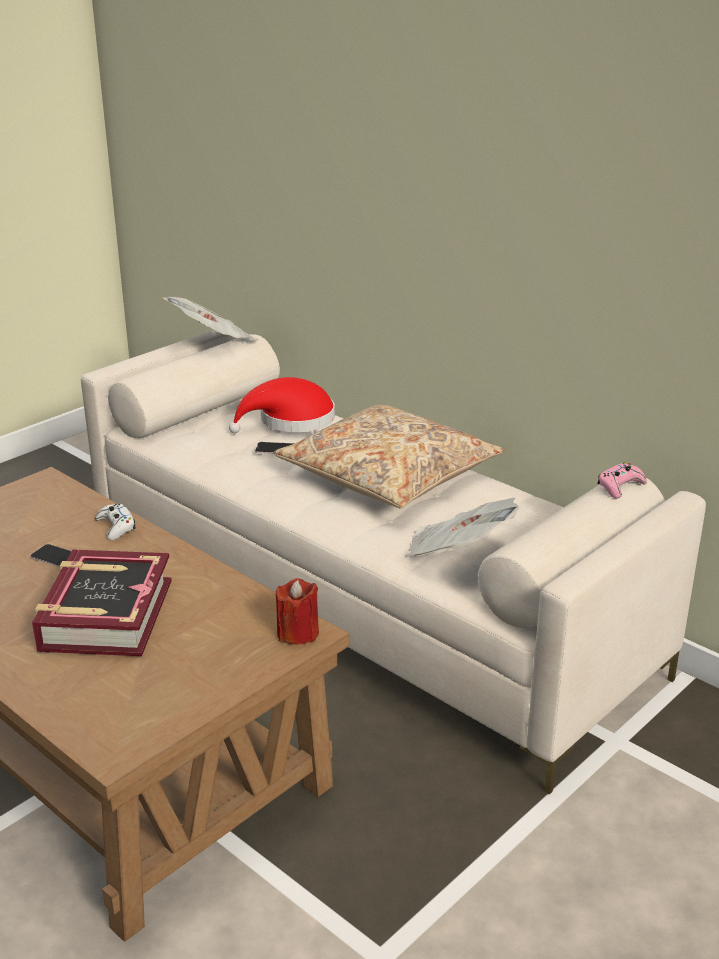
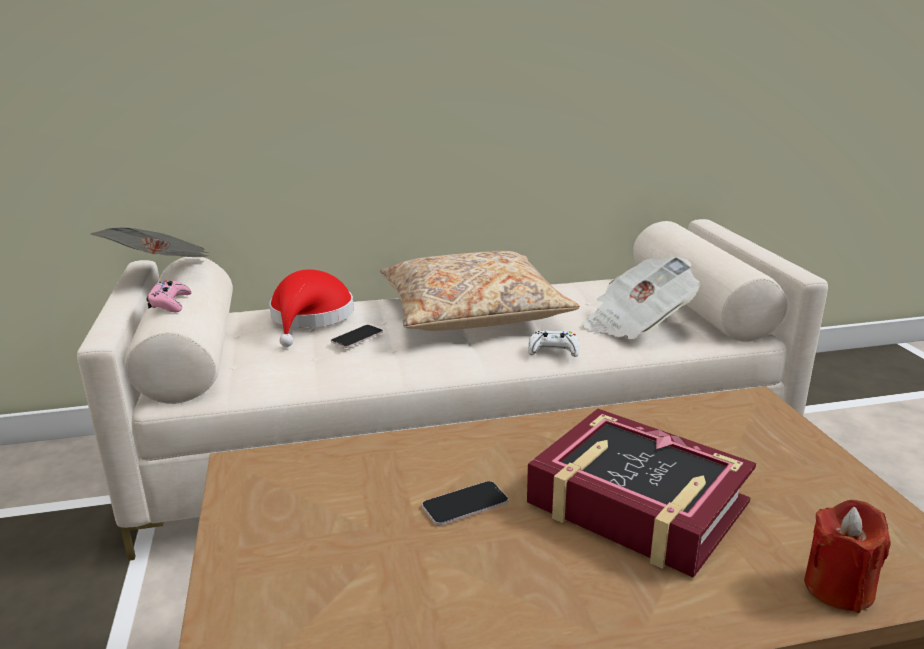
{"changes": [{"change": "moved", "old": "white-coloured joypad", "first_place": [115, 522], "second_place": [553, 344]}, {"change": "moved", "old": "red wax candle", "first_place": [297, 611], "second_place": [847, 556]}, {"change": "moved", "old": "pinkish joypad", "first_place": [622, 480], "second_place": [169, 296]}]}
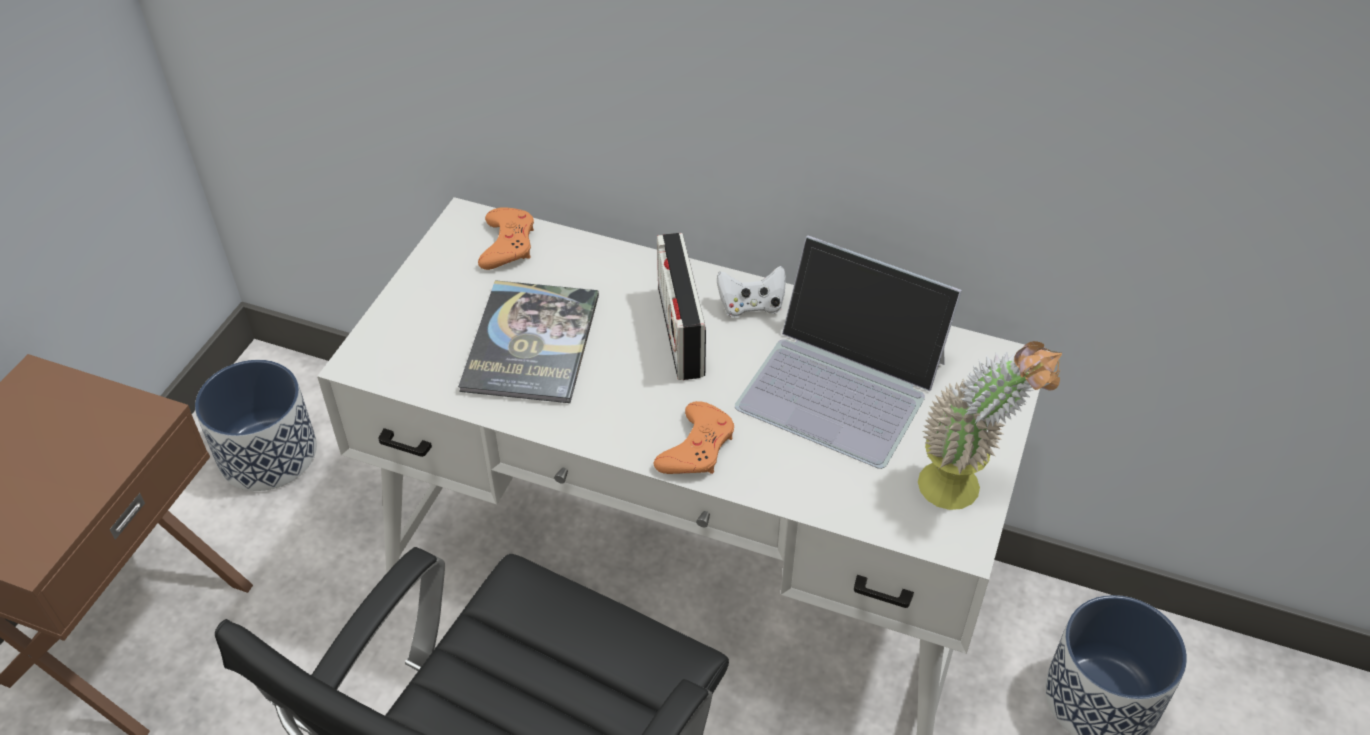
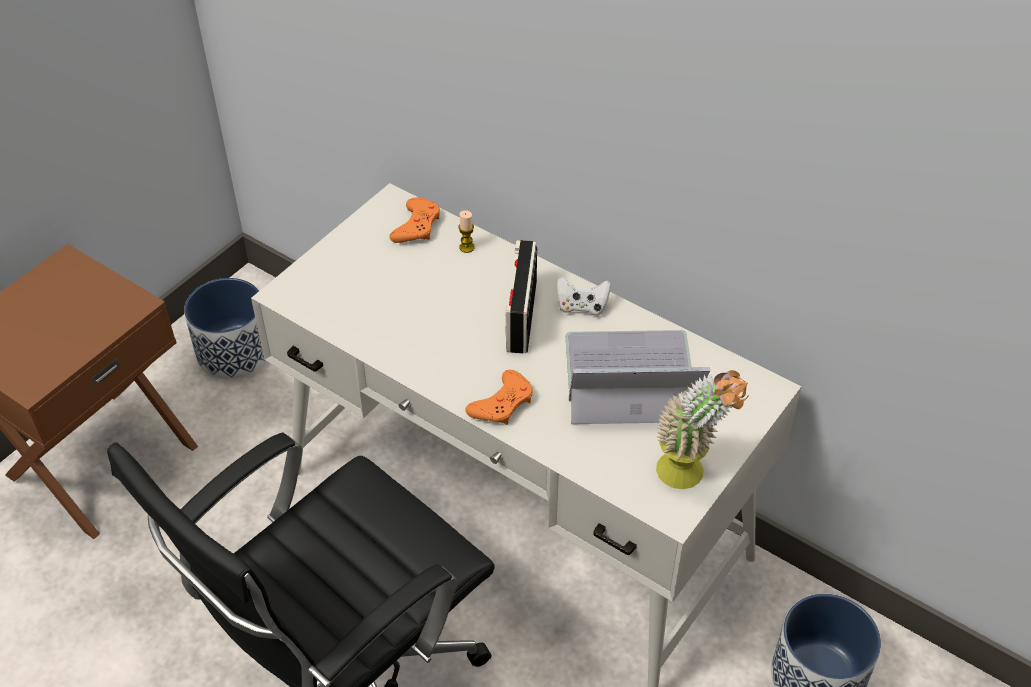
{"changes": [{"change": "removed", "old": "volume", "first_place": [528, 341]}, {"change": "turned", "old": "notebook computer", "first_place": [848, 352], "second_place": [637, 377], "degrees": 135}, {"change": "added", "new": "wax candle", "second_place": [466, 231]}]}
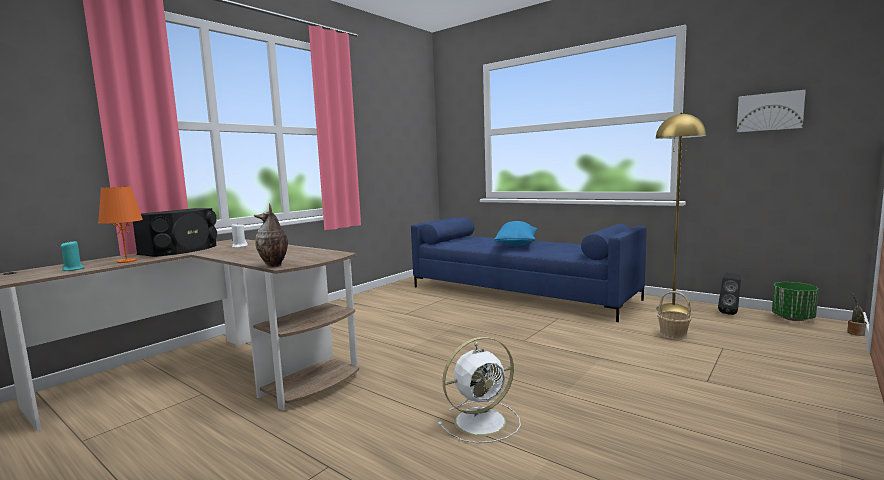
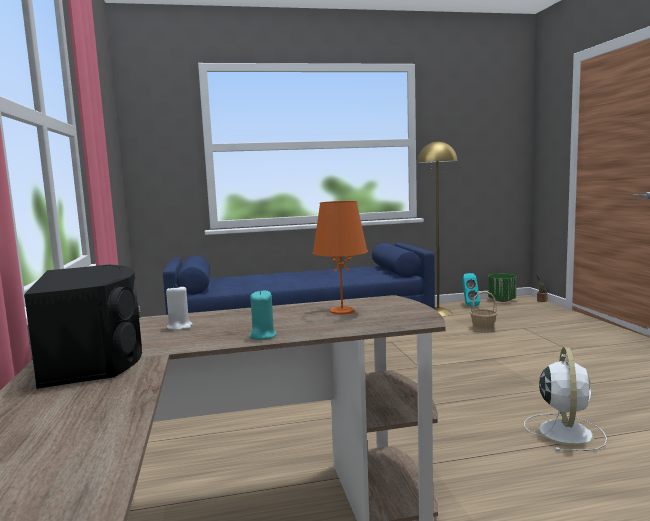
{"changes": [{"change": "moved", "old": "turquoise-coloured wax candle", "first_place": [73, 255], "second_place": [263, 315]}, {"change": "moved", "old": "orangey lamp for a table", "first_place": [120, 225], "second_place": [340, 258]}, {"change": "removed", "old": "flower vase", "first_place": [271, 236]}, {"change": "removed", "old": "blue-coloured throw pillow", "first_place": [515, 233]}, {"change": "recoloured", "old": "black speaker", "new": "turquoise-coloured speaker", "first_place": [729, 294], "second_place": [471, 290]}, {"change": "removed", "old": "picture", "first_place": [771, 110]}]}
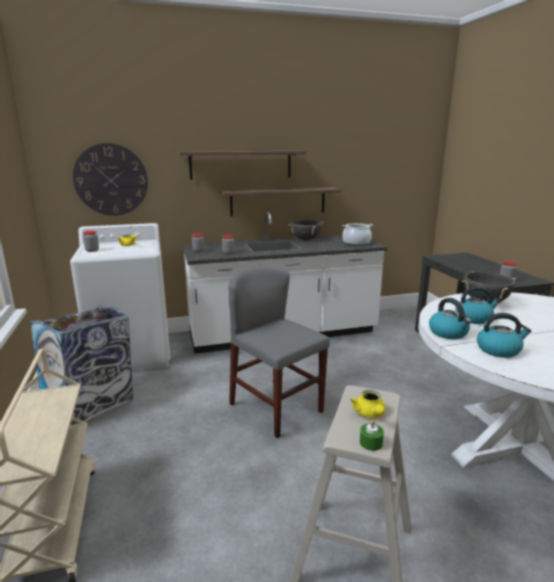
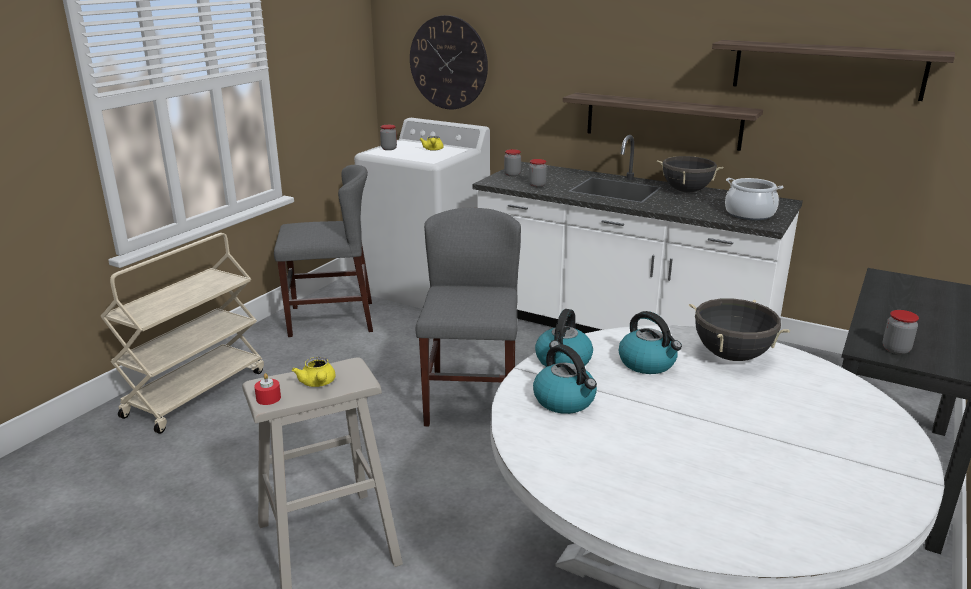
{"changes": [{"change": "replaced", "old": "rubbish bin", "new": "grey chair", "first_place": [81, 365], "second_place": [323, 251]}, {"change": "moved", "old": "wall shelf", "first_place": [242, 165], "second_place": [833, 70]}, {"change": "turned", "old": "yellowish tea pot", "first_place": [368, 404], "second_place": [314, 372], "degrees": -60}, {"change": "recoloured", "old": "greenish wax candle", "new": "red wax candle", "first_place": [372, 435], "second_place": [267, 389]}]}
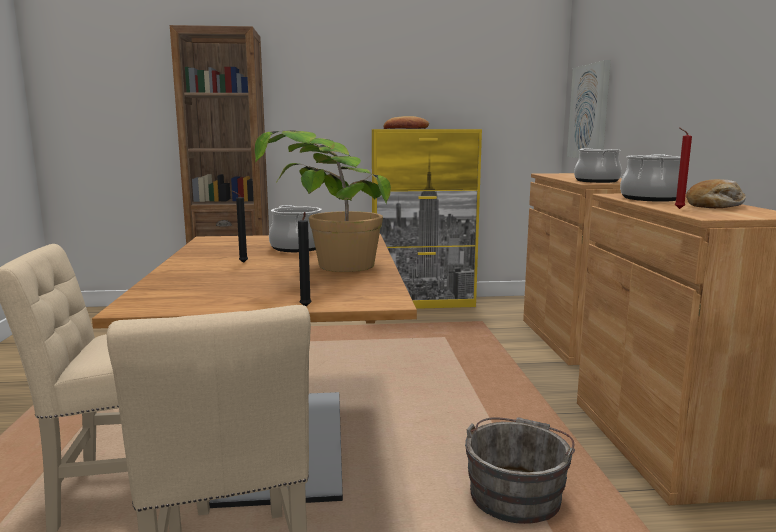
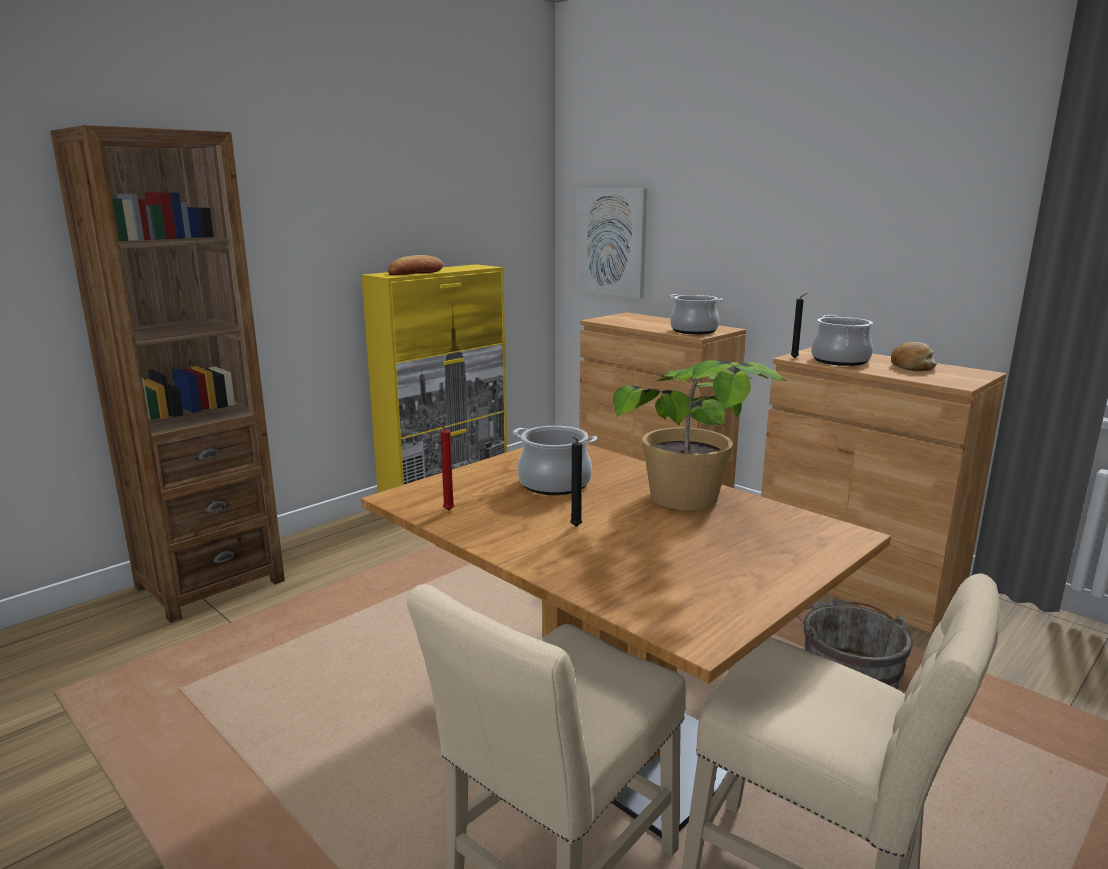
{"changes": [{"change": "moved", "old": "black wax candle", "first_place": [305, 259], "second_place": [799, 325]}, {"change": "moved", "old": "red wax candle", "first_place": [683, 168], "second_place": [445, 466]}]}
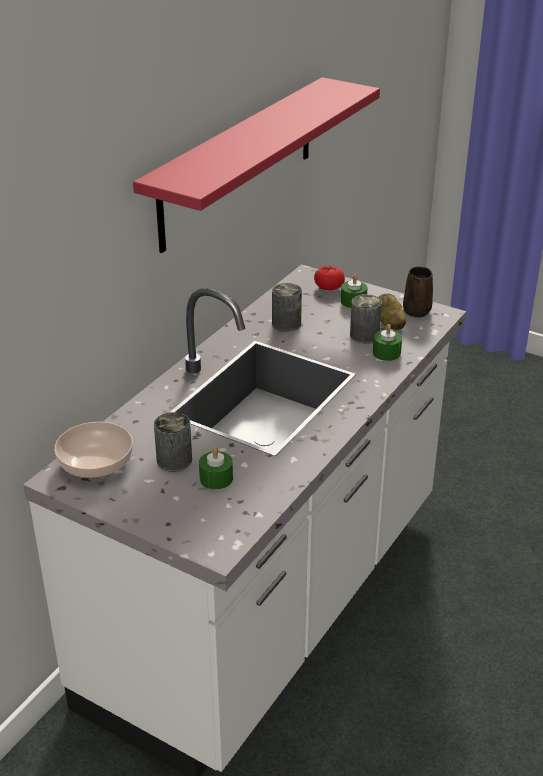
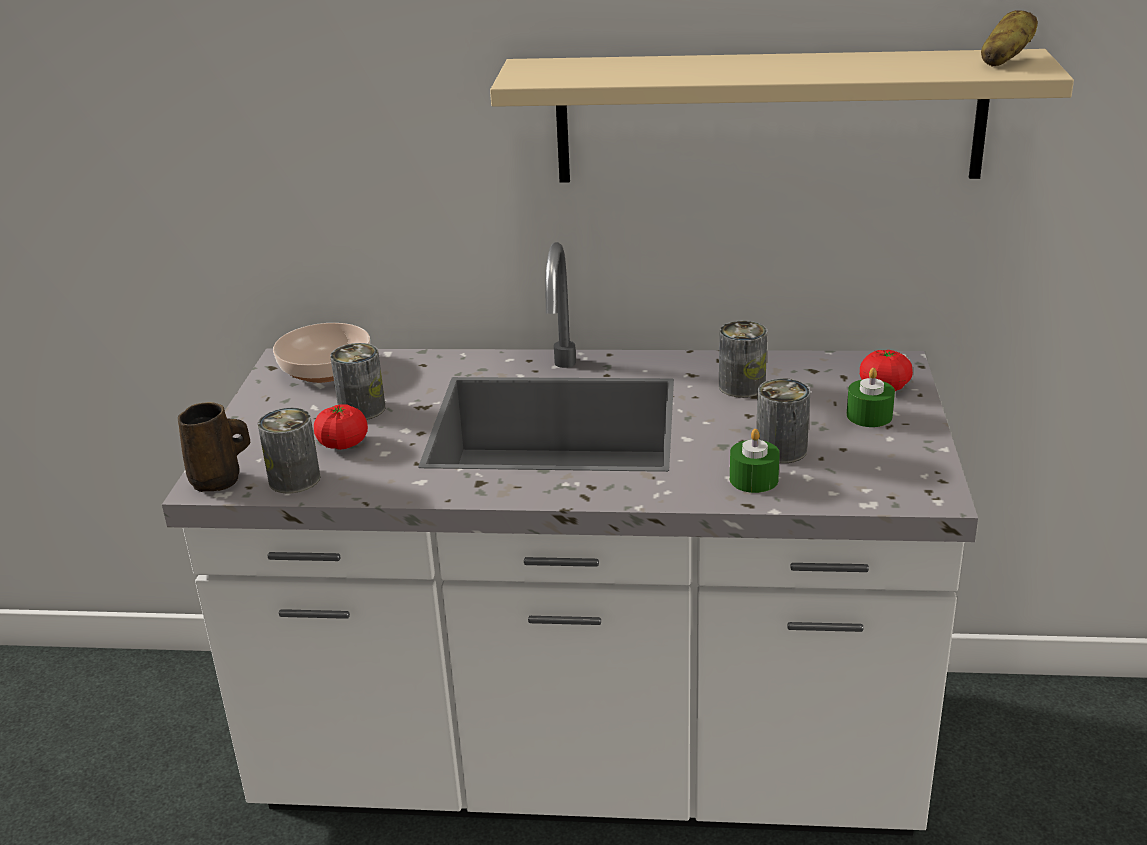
{"changes": [{"change": "recoloured", "old": "red wall shelf", "new": "beige-coloured wall shelf", "first_place": [256, 165], "second_place": [782, 116]}, {"change": "replaced", "old": "greenish wax candle", "new": "tomato", "first_place": [216, 468], "second_place": [341, 427]}, {"change": "moved", "old": "whole potato", "first_place": [392, 311], "second_place": [1009, 38]}, {"change": "moved", "old": "brown-coloured mug", "first_place": [418, 291], "second_place": [214, 447]}, {"change": "added", "new": "metal can", "second_place": [289, 451]}]}
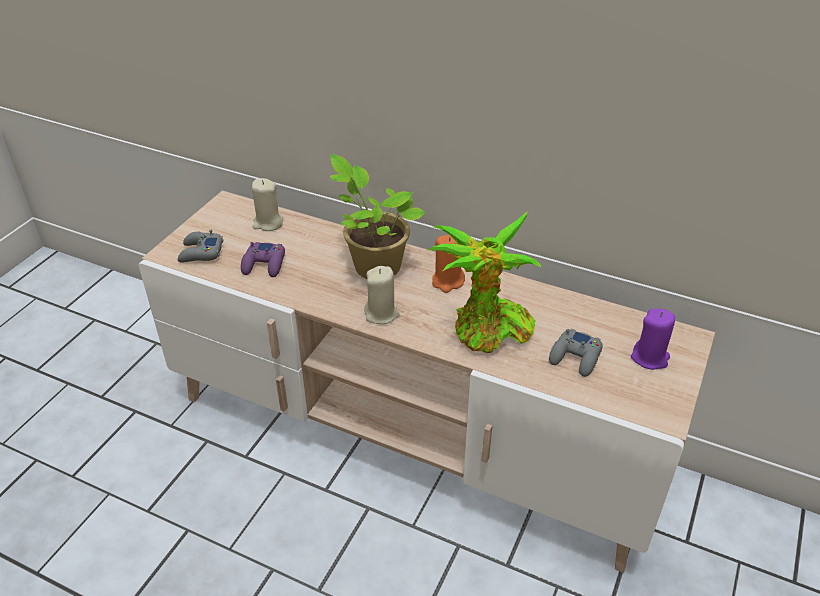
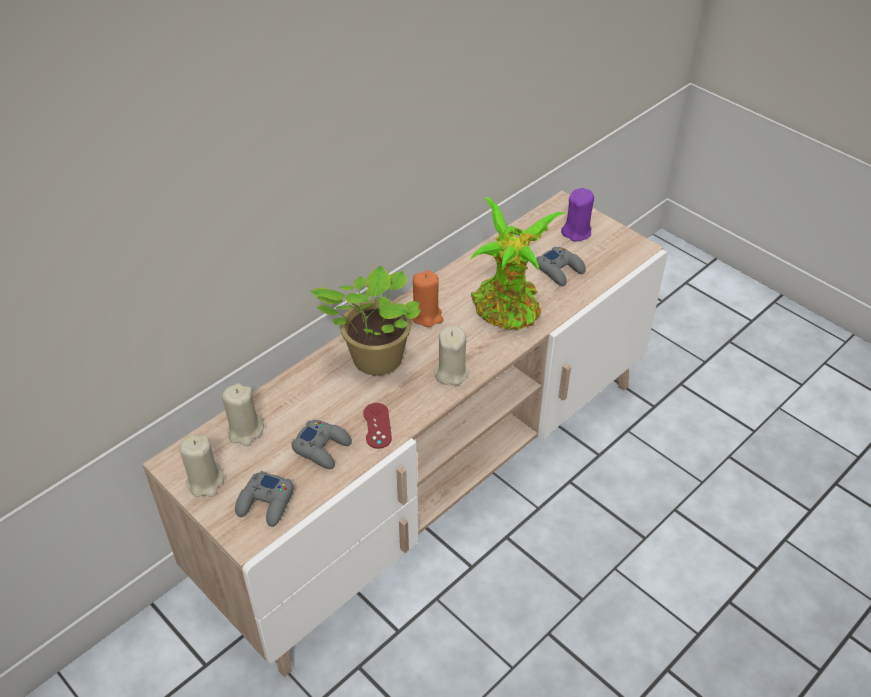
{"changes": [{"change": "recoloured", "old": "purple-coloured joypad", "new": "grey joypad", "first_place": [263, 259], "second_place": [321, 444]}, {"change": "added", "new": "beige-coloured wax candle", "second_place": [202, 465]}, {"change": "added", "new": "red joypad", "second_place": [377, 426]}]}
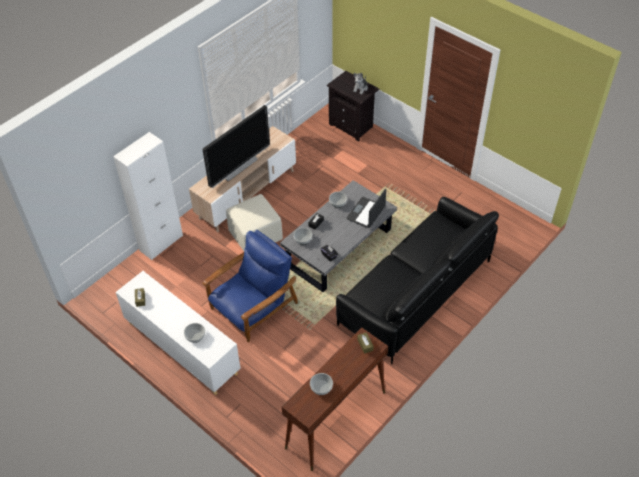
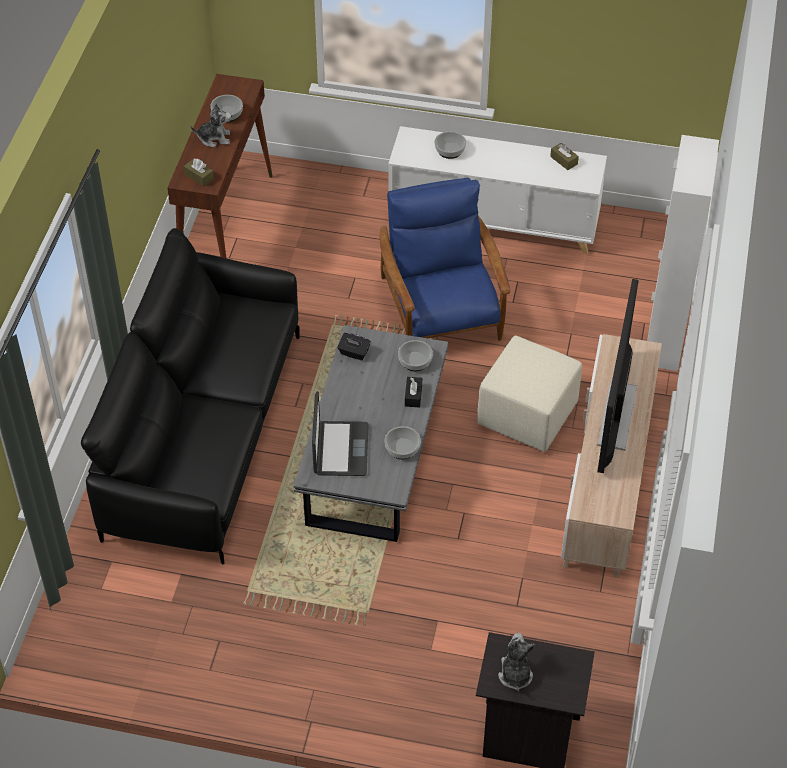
{"changes": [{"change": "turned", "old": "blue-coloured easy chair", "first_place": [250, 286], "second_place": [445, 259], "degrees": 150}, {"change": "added", "new": "cuddly toy", "second_place": [210, 125]}]}
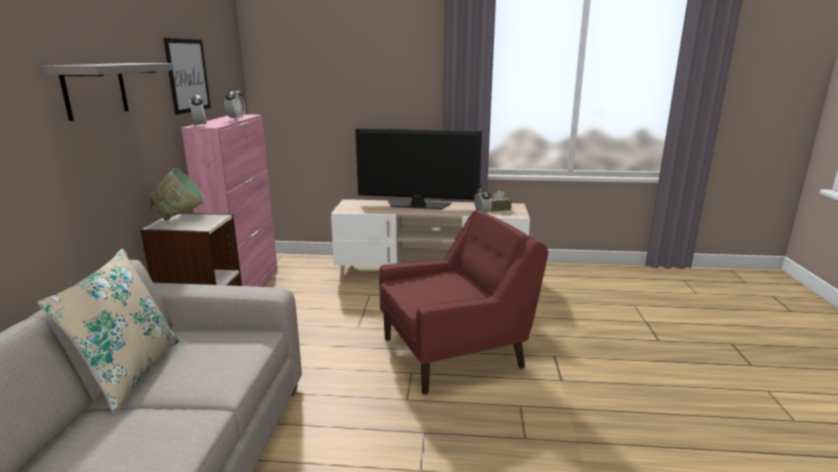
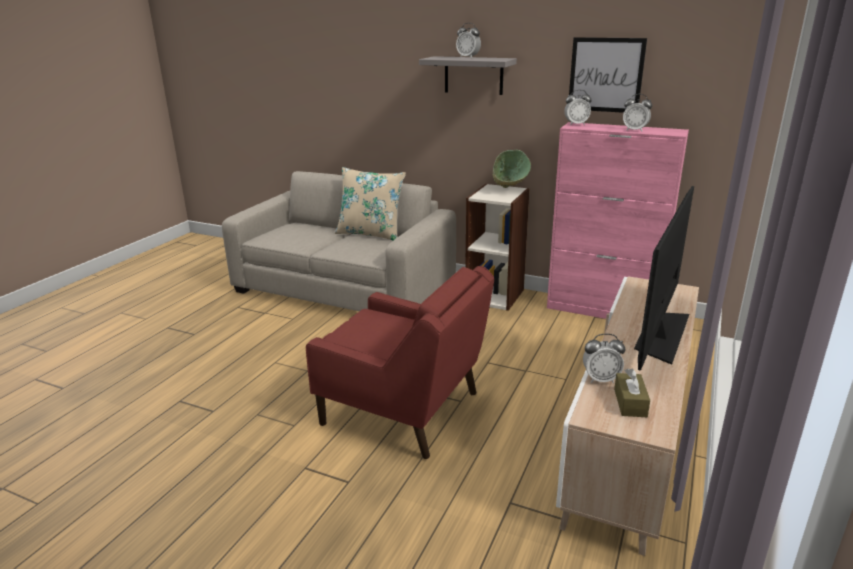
{"changes": [{"change": "turned", "old": "red easy chair", "first_place": [463, 302], "second_place": [400, 362], "degrees": -60}, {"change": "added", "new": "bedside clock", "second_place": [468, 40]}]}
